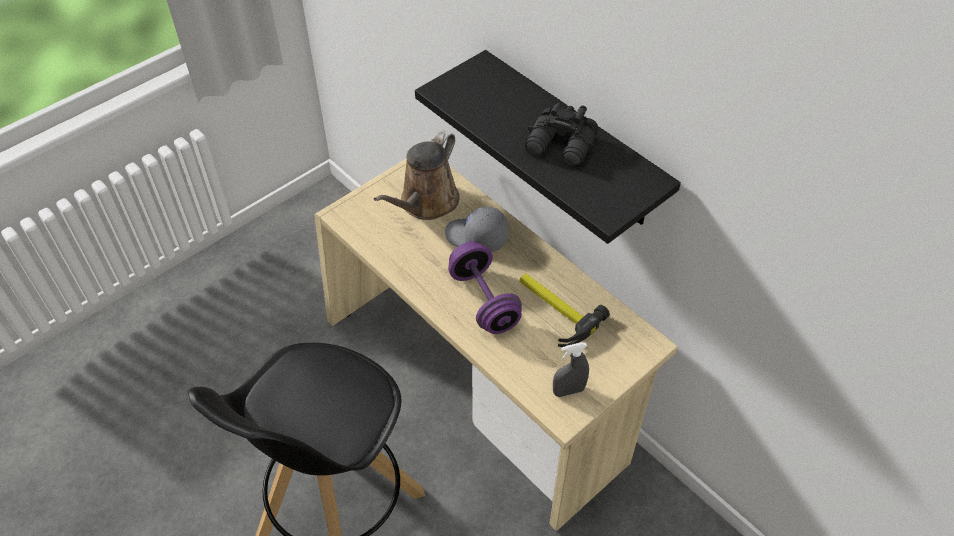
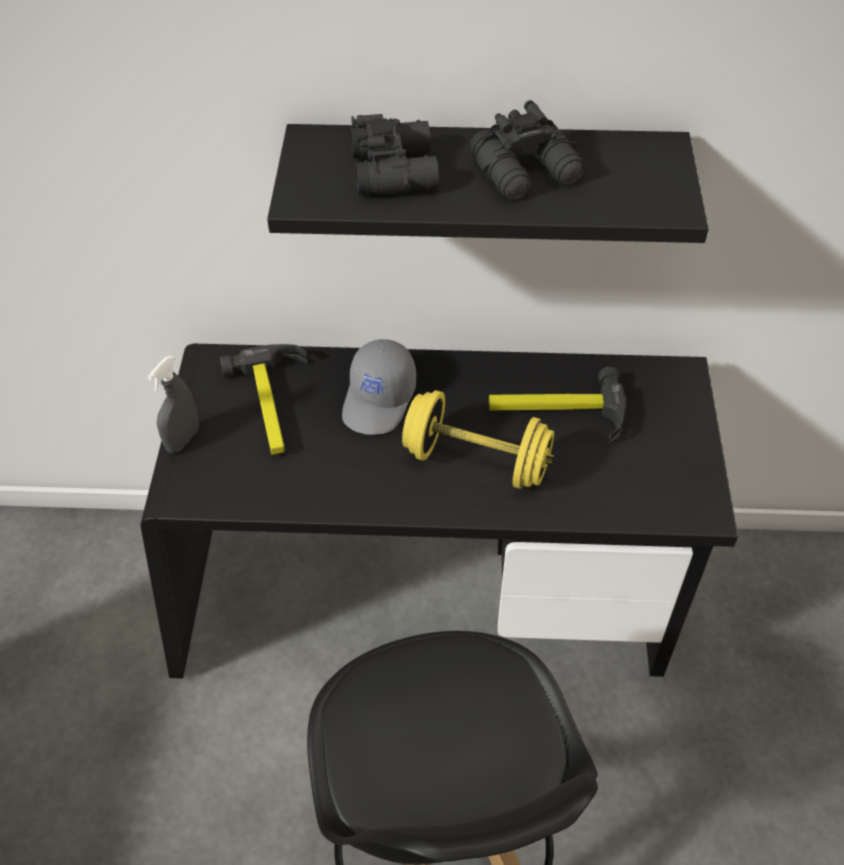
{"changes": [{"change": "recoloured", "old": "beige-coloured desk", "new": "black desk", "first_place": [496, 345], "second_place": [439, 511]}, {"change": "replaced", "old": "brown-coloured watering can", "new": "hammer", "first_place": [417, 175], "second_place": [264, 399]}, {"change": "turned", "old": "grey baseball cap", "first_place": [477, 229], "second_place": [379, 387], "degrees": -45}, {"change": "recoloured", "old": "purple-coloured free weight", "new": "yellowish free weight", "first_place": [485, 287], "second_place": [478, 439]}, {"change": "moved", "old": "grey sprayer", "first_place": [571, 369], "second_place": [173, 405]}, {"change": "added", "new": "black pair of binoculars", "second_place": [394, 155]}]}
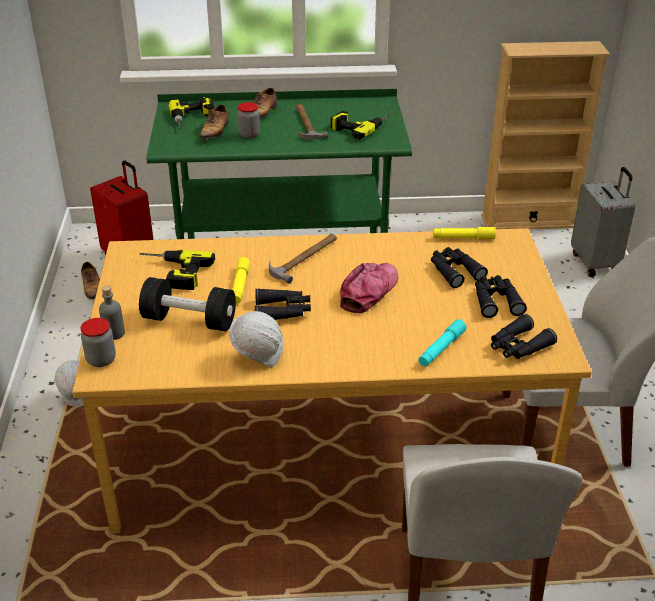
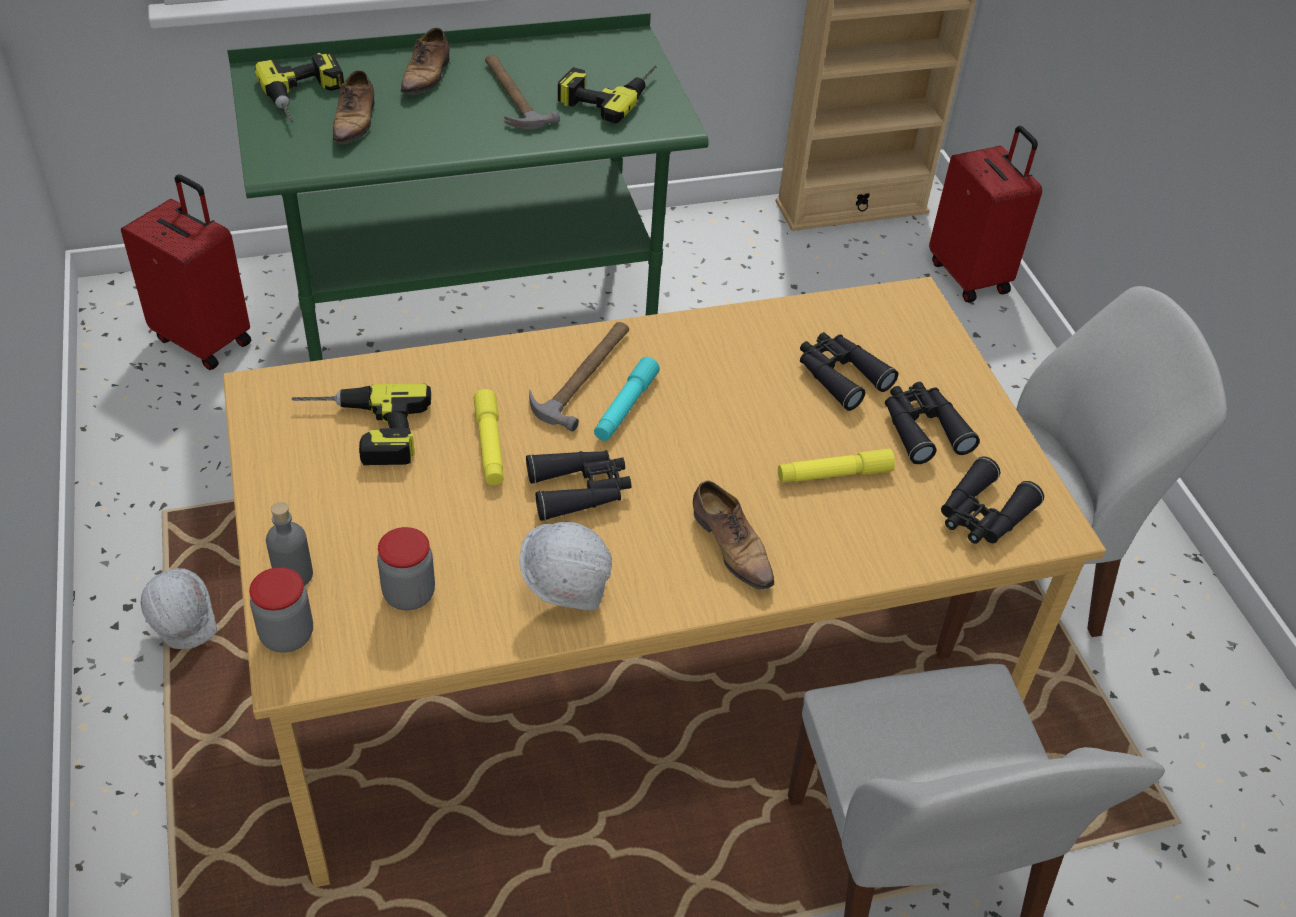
{"changes": [{"change": "moved", "old": "low shoe", "first_place": [90, 281], "second_place": [733, 535]}, {"change": "removed", "old": "black free weight", "first_place": [187, 304]}, {"change": "moved", "old": "preserve jar", "first_place": [248, 120], "second_place": [406, 568]}, {"change": "removed", "old": "baseball cap", "first_place": [369, 288]}, {"change": "moved", "old": "turquoise-coloured hand torch", "first_place": [442, 342], "second_place": [627, 399]}, {"change": "moved", "old": "yellowish hand torch", "first_place": [464, 233], "second_place": [836, 466]}, {"change": "recoloured", "old": "grey piece of luggage", "new": "red piece of luggage", "first_place": [603, 222], "second_place": [985, 214]}]}
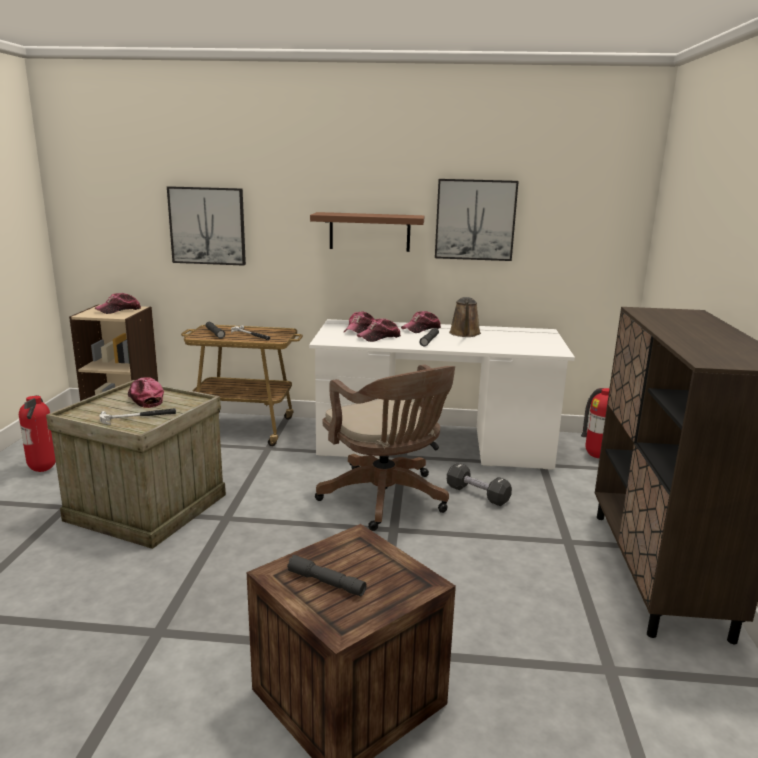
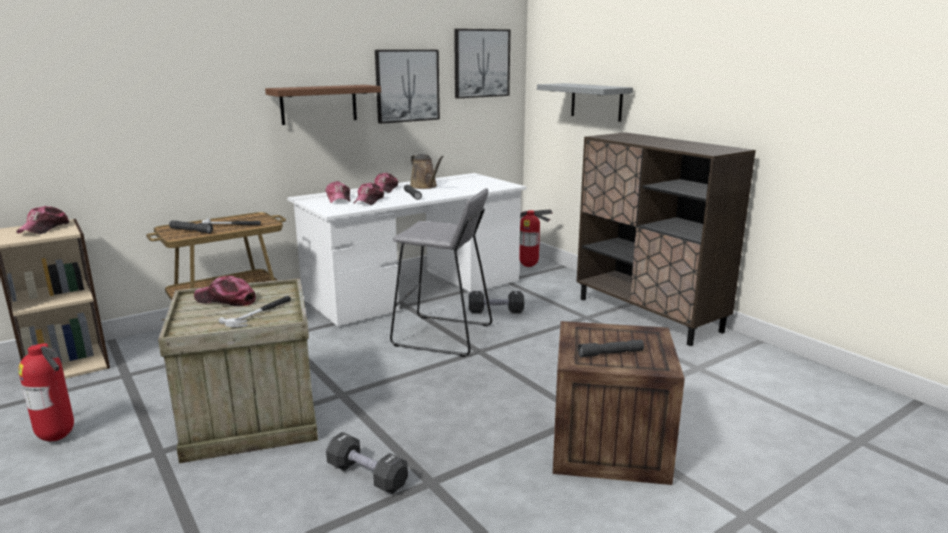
{"changes": [{"change": "moved", "old": "picture", "first_place": [206, 226], "second_place": [482, 63]}, {"change": "replaced", "old": "brown-coloured desk chair", "new": "grey sitting stool", "first_place": [385, 447], "second_place": [441, 272]}, {"change": "added", "new": "black free weight", "second_place": [367, 463]}, {"change": "added", "new": "grey wall shelf", "second_place": [585, 102]}]}
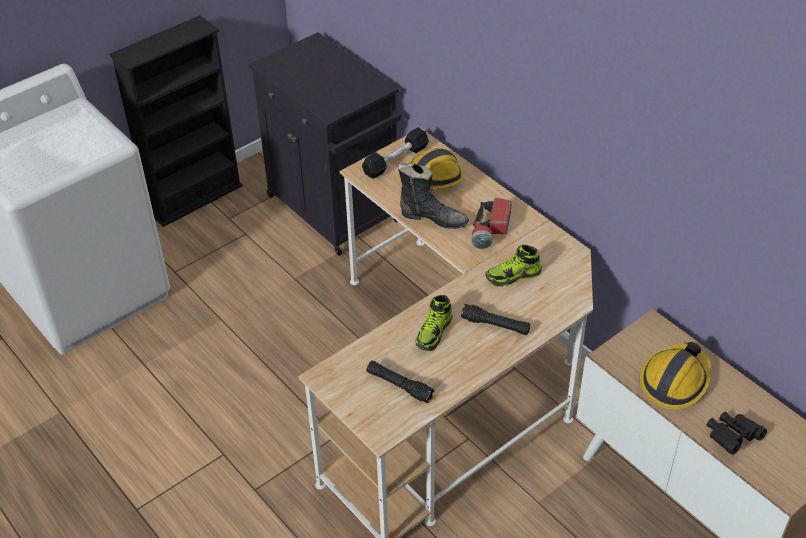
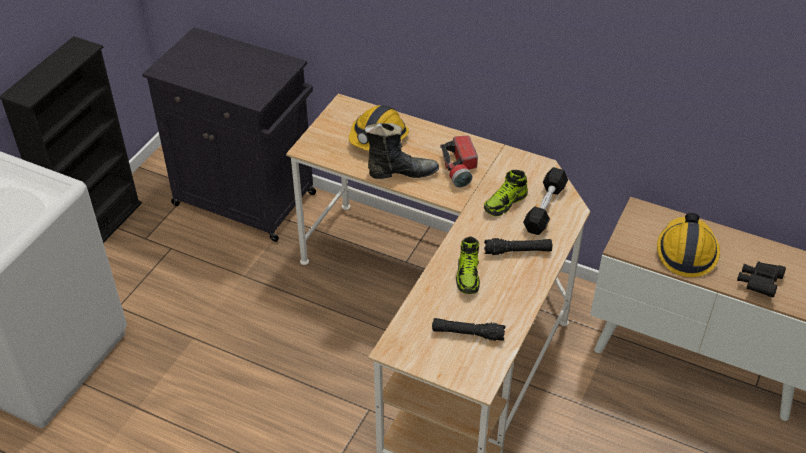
{"changes": [{"change": "moved", "old": "black free weight", "first_place": [395, 153], "second_place": [545, 201]}]}
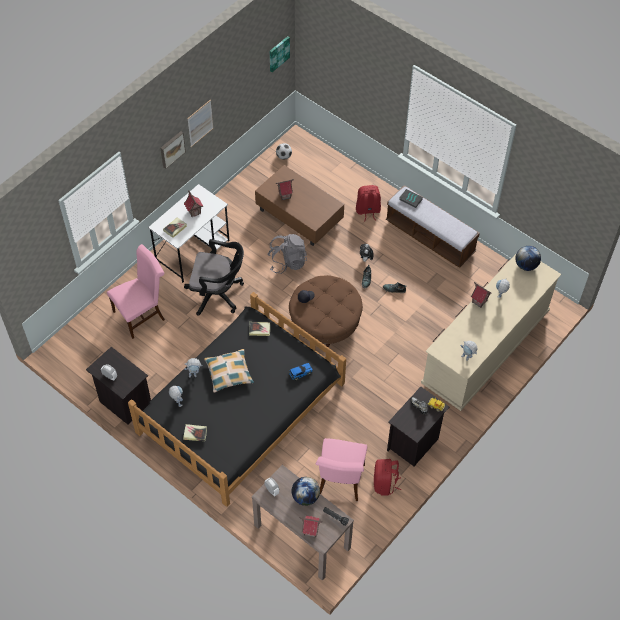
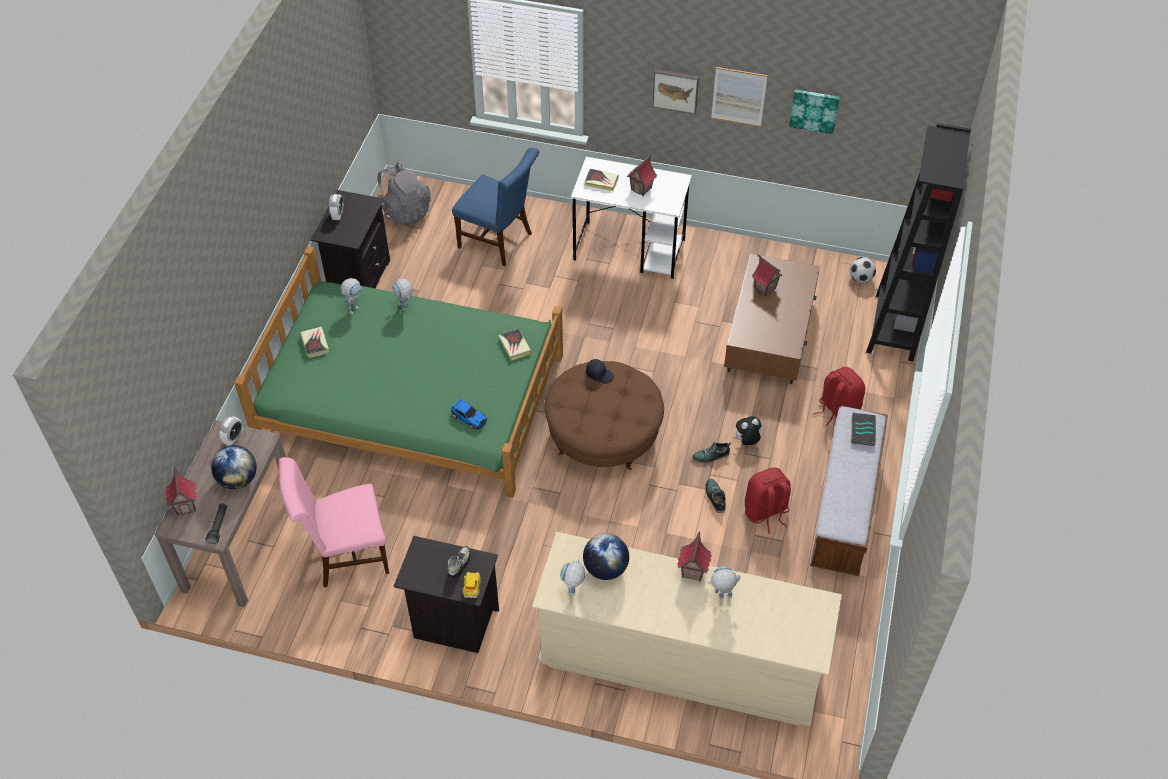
{"changes": [{"change": "recoloured", "old": "pinkish chair", "new": "blue-coloured chair", "first_place": [136, 291], "second_place": [495, 207]}, {"change": "recoloured", "old": "black bed", "new": "greenish bed", "first_place": [237, 399], "second_place": [398, 372]}, {"change": "removed", "old": "black desk chair", "first_place": [214, 277]}, {"change": "removed", "old": "throw pillow", "first_place": [229, 370]}, {"change": "moved", "old": "grey backpack", "first_place": [287, 254], "second_place": [404, 194]}, {"change": "moved", "old": "picture", "first_place": [280, 54], "second_place": [814, 111]}, {"change": "moved", "old": "red backpack", "first_place": [387, 477], "second_place": [768, 501]}, {"change": "moved", "old": "world globe", "first_place": [528, 258], "second_place": [606, 556]}, {"change": "added", "new": "black shelving unit", "second_place": [918, 242]}]}
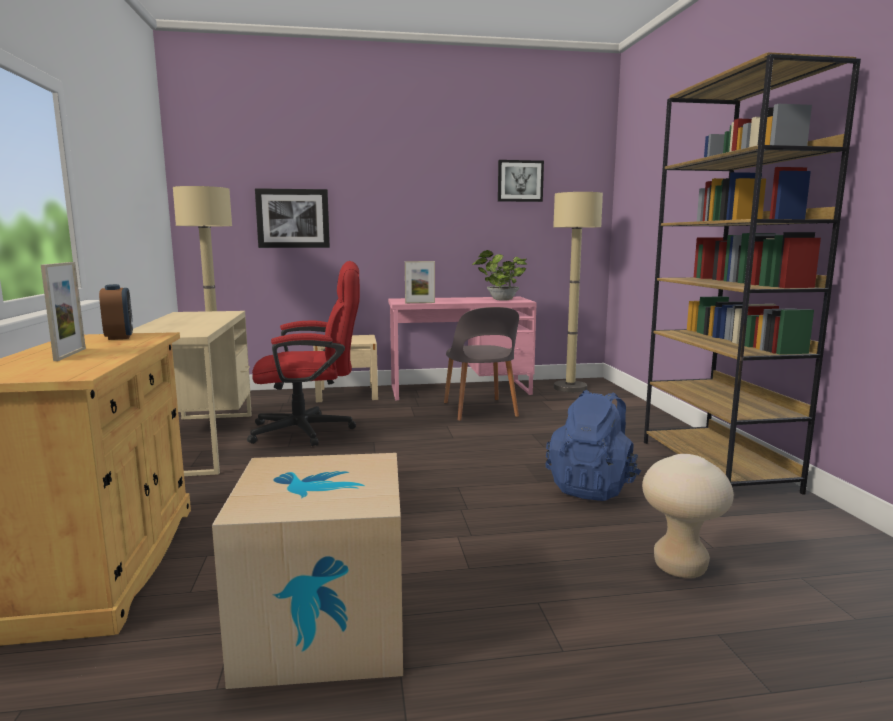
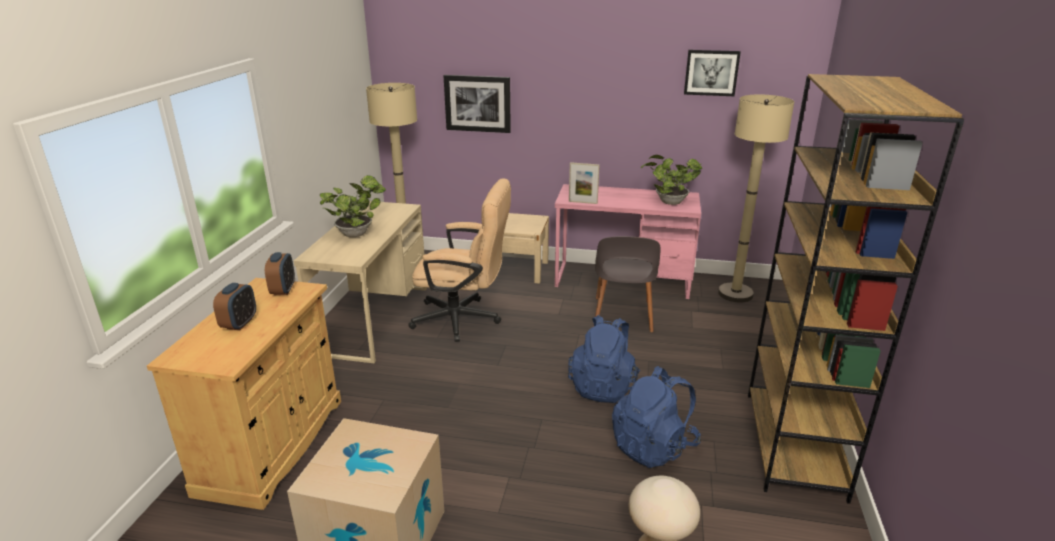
{"changes": [{"change": "replaced", "old": "picture frame", "new": "bedside clock", "first_place": [63, 311], "second_place": [234, 306]}, {"change": "recoloured", "old": "red desk chair", "new": "beige-coloured desk chair", "first_place": [303, 353], "second_place": [459, 260]}, {"change": "added", "new": "potted plant", "second_place": [352, 206]}, {"change": "added", "new": "blue-coloured backpack", "second_place": [604, 359]}]}
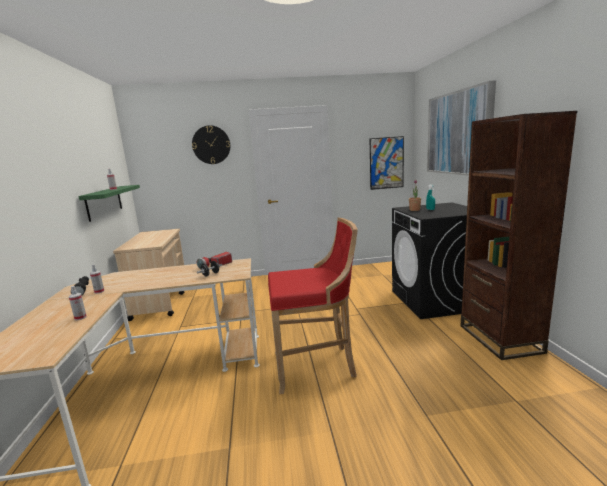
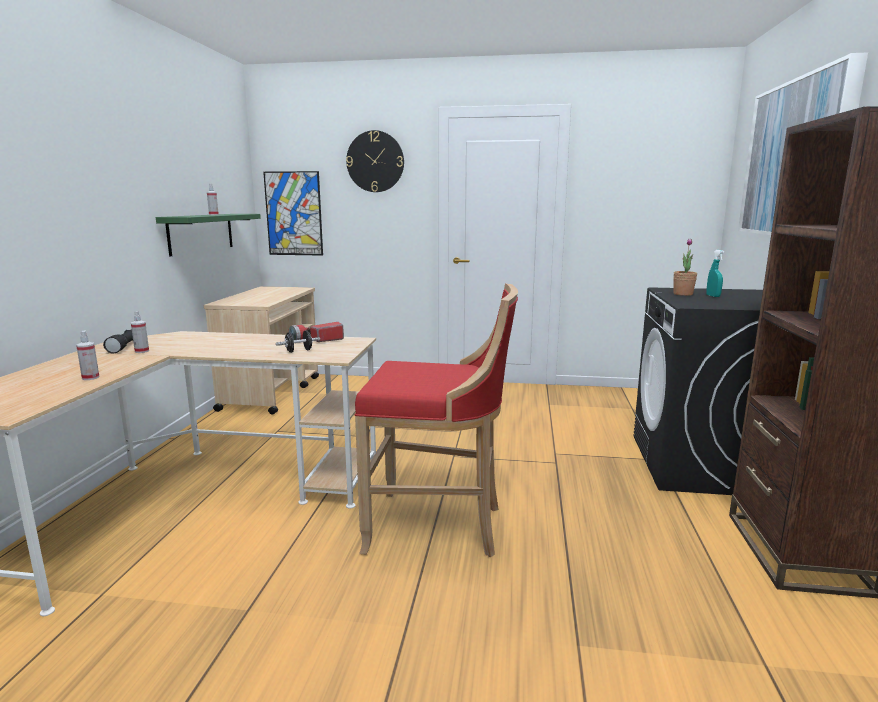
{"changes": [{"change": "moved", "old": "picture", "first_place": [387, 163], "second_place": [293, 213]}]}
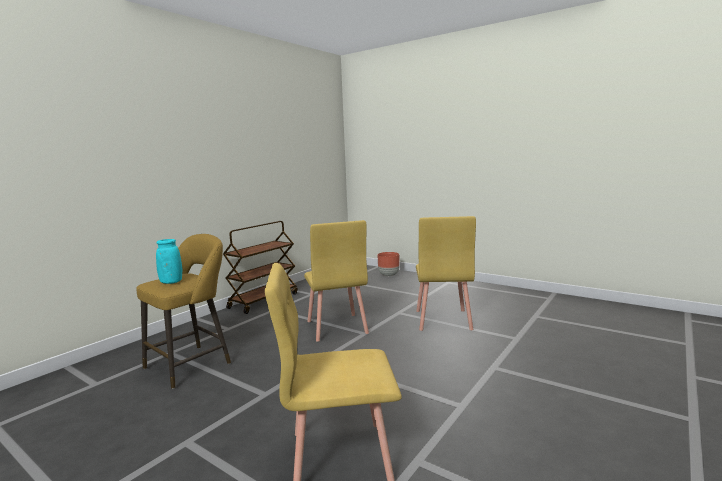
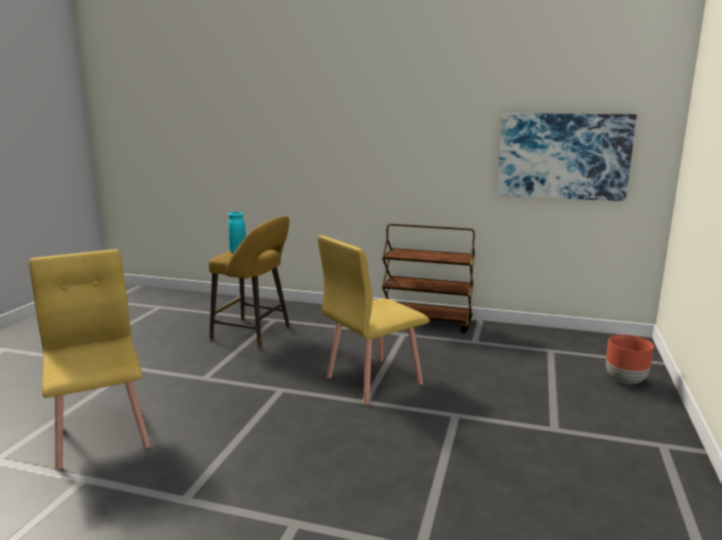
{"changes": [{"change": "removed", "old": "yellowish chair", "first_place": [446, 273]}, {"change": "added", "new": "picture", "second_place": [567, 157]}]}
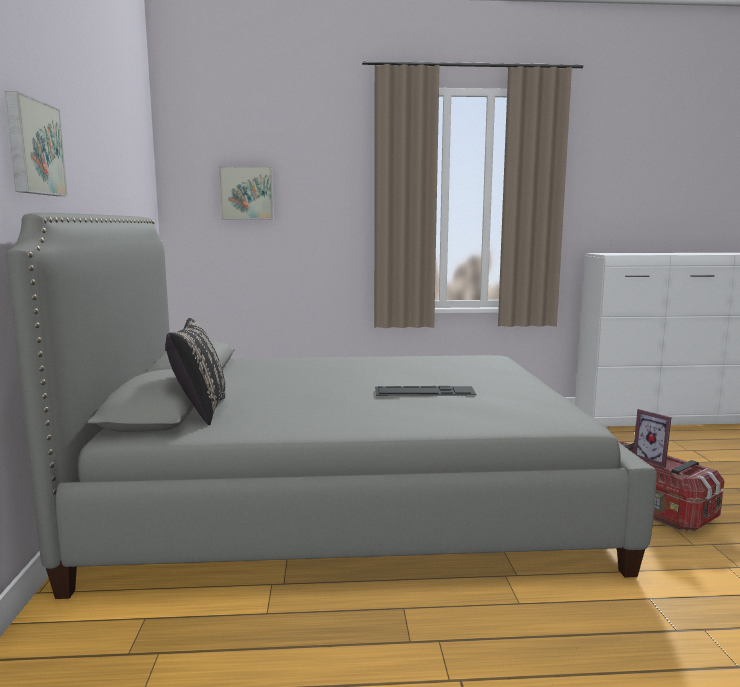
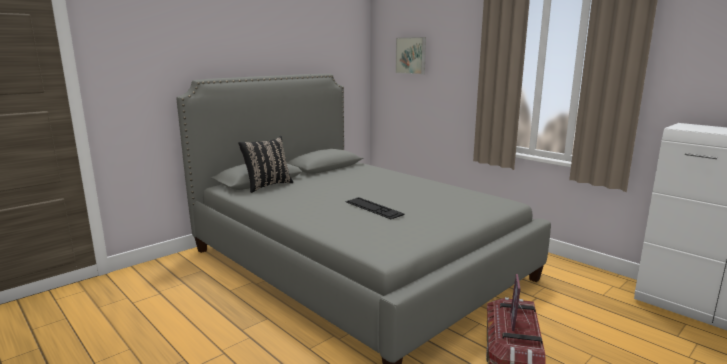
{"changes": [{"change": "removed", "old": "picture", "first_place": [36, 143]}]}
